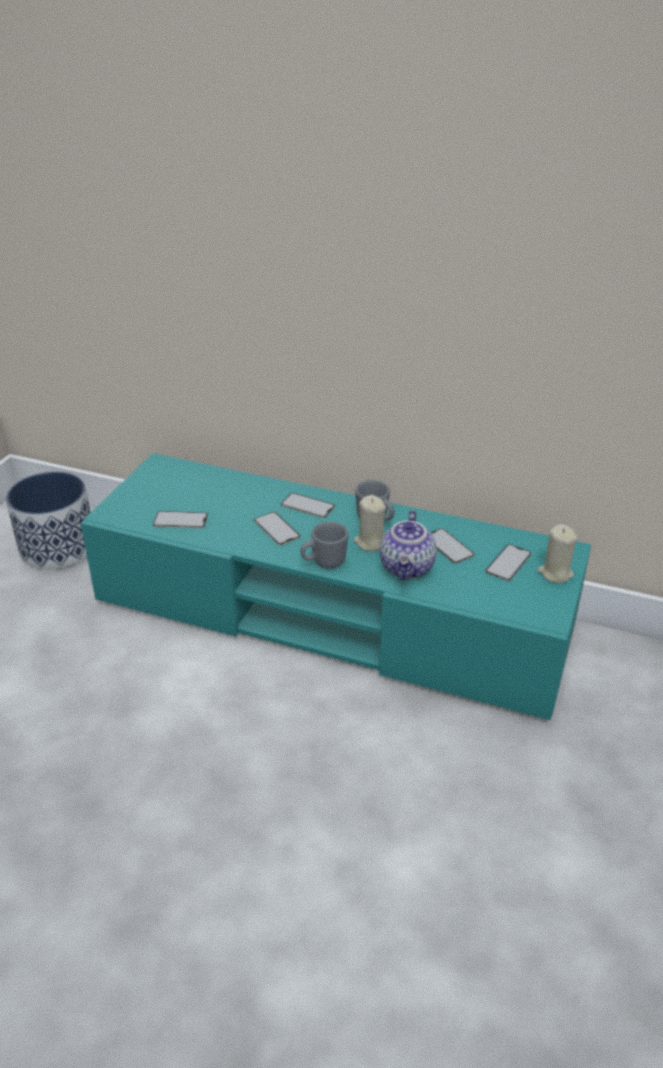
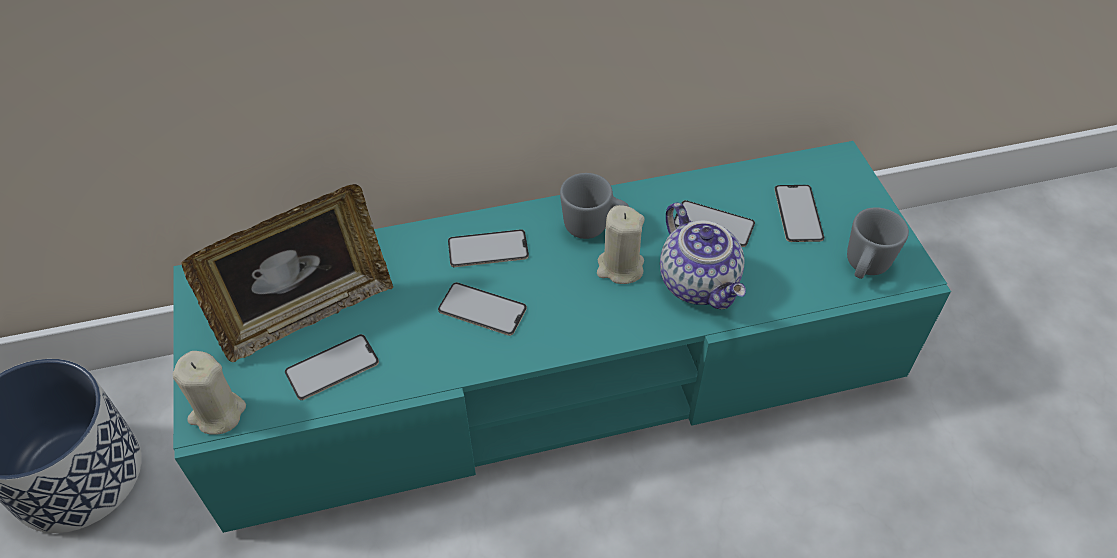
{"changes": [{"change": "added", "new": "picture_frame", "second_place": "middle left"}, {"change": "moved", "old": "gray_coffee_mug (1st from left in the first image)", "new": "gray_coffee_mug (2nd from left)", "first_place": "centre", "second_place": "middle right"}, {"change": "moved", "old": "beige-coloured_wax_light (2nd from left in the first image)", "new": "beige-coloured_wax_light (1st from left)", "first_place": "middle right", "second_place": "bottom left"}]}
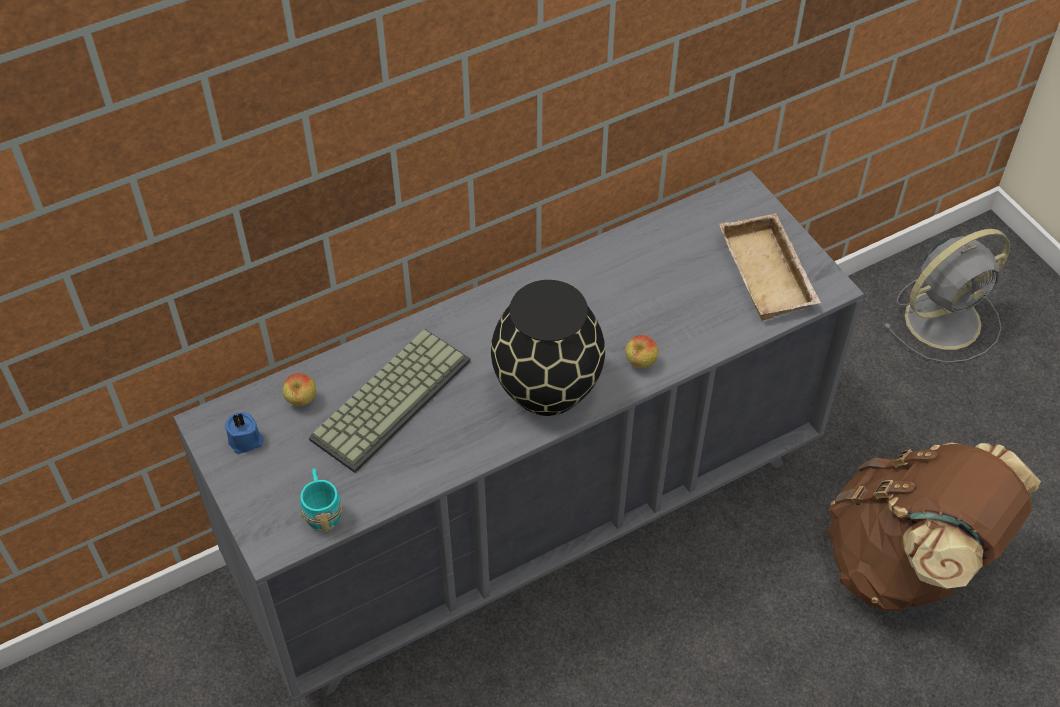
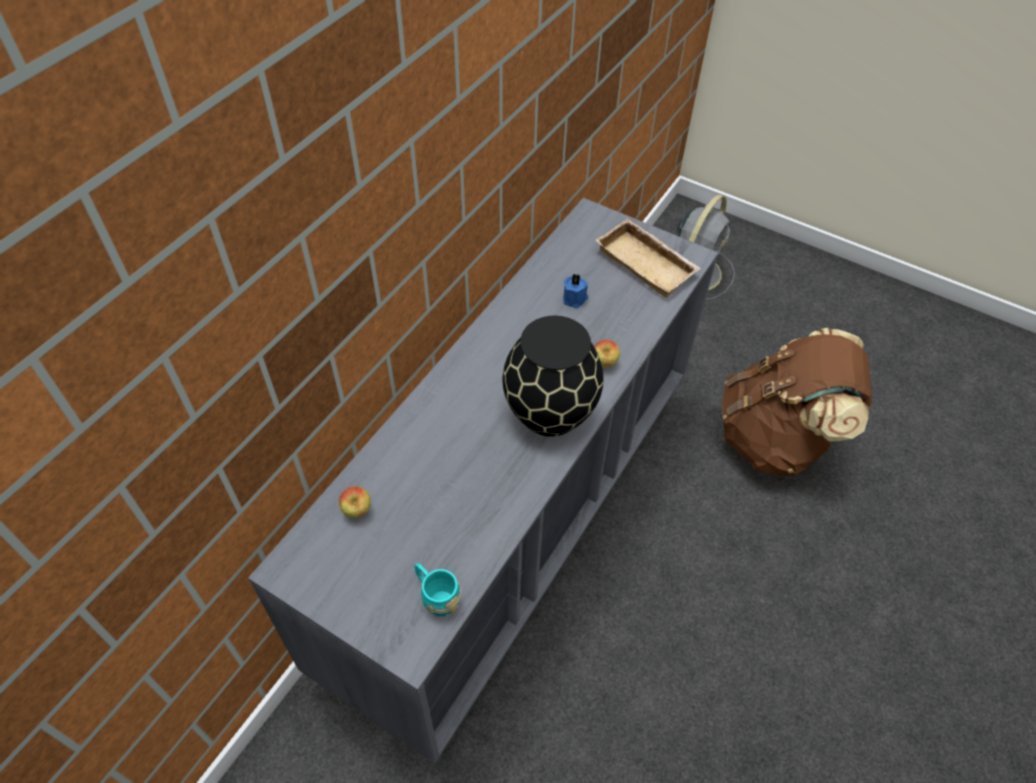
{"changes": [{"change": "removed", "old": "computer_keyboard", "first_place": "centre"}, {"change": "moved", "old": "blue_wax_light", "first_place": "middle left", "second_place": "centre"}]}
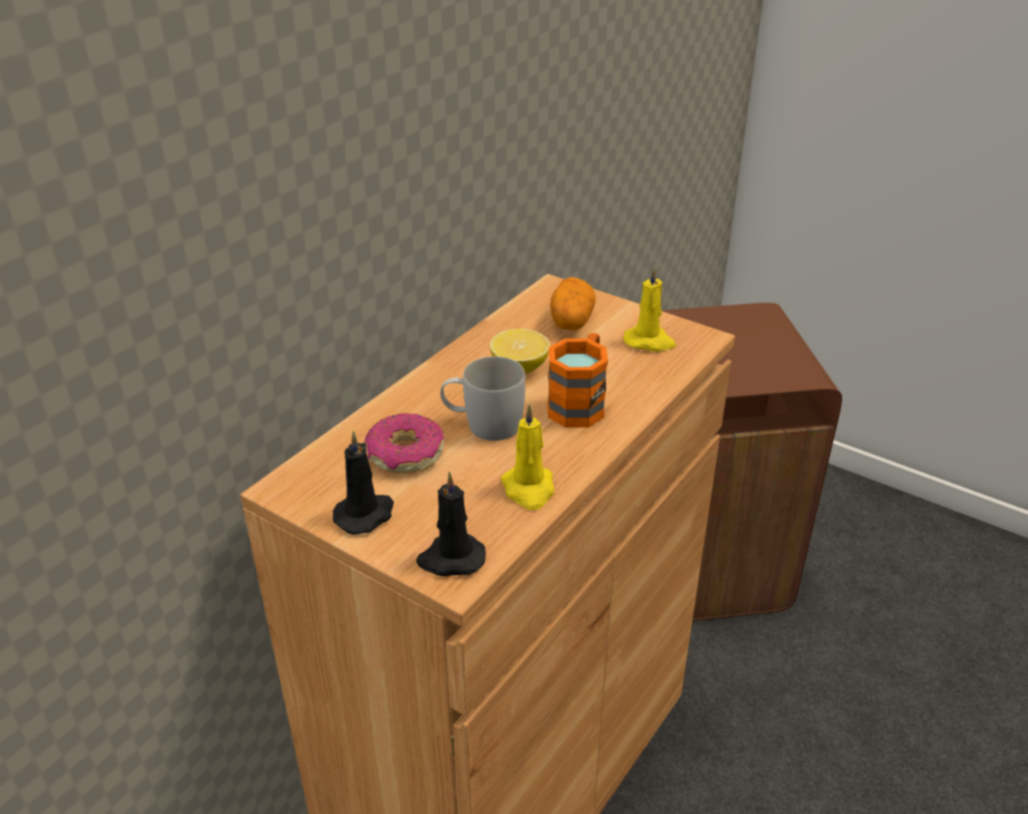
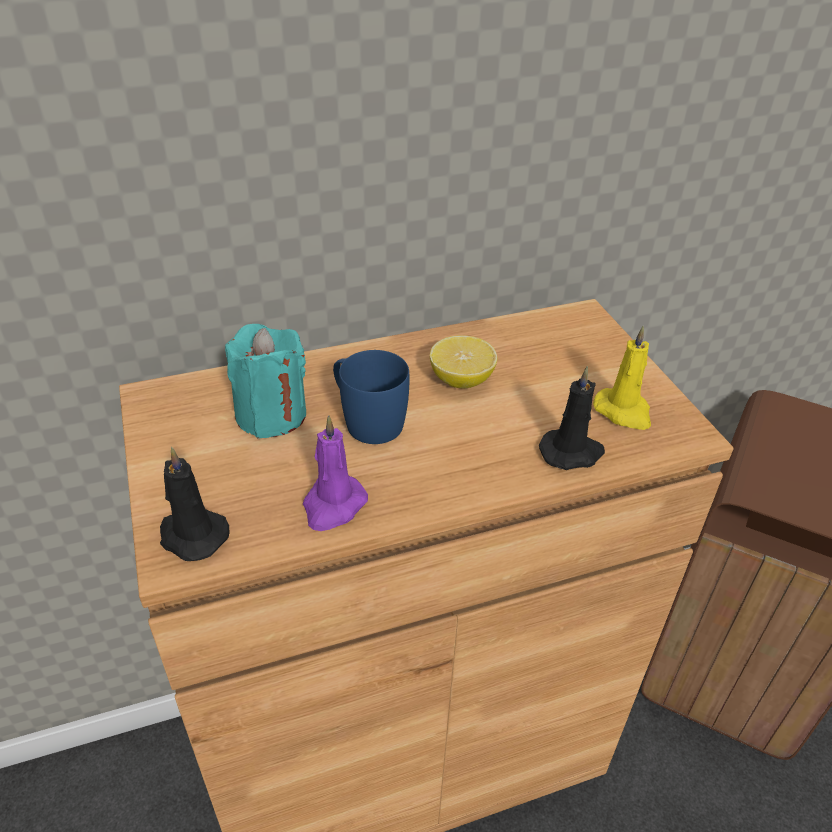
{"changes": [{"change": "removed", "old": "orange-coloured_coffee_mug", "first_place": "centre"}, {"change": "removed", "old": "whole_potato", "first_place": "centre"}, {"change": "moved", "old": "black_wax_light (1st from left in the first image)", "new": "black_wax_light (2nd from left)", "first_place": "centre", "second_place": "middle right"}, {"change": "replaced", "old": "ring_doughnut", "new": "turquoise_wax_light", "first_place": "centre", "second_place": "middle left"}, {"change": "recoloured", "old": "white_coffee_mug", "new": "blue_coffee_mug", "first_place": "centre", "second_place": "centre"}, {"change": "recoloured", "old": "yellowish_wax_light (1st from left)", "new": "purplish_wax_light", "first_place": "centre", "second_place": "centre"}]}
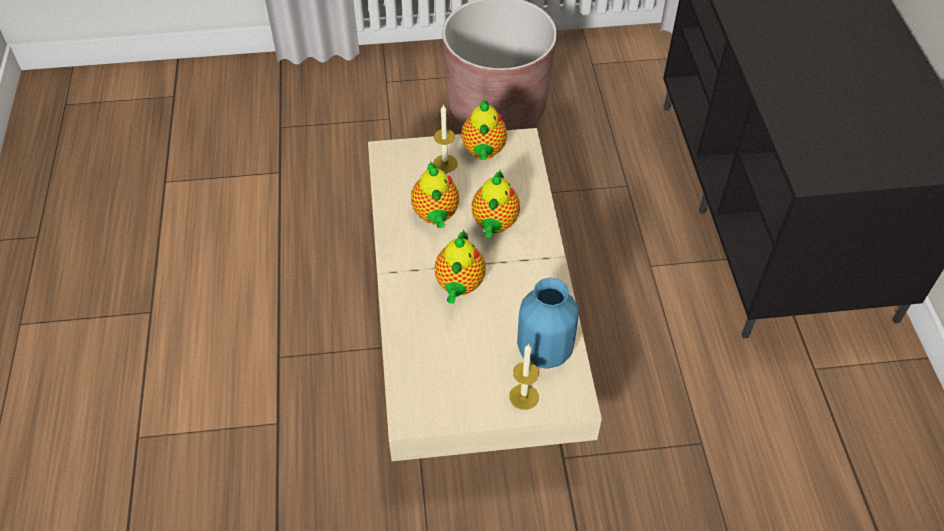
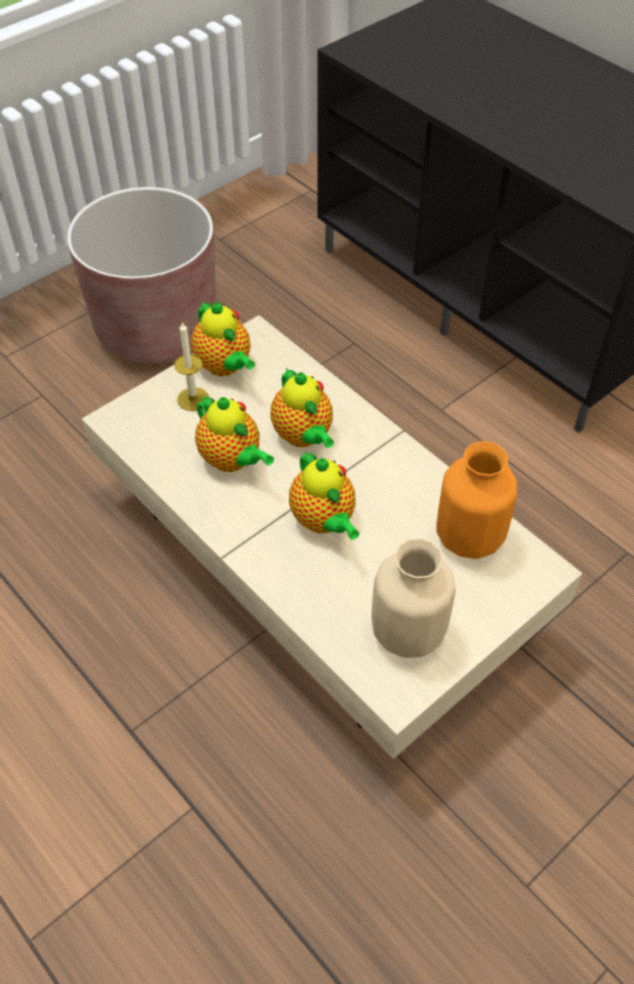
{"changes": [{"change": "removed", "old": "wax_light (2nd from left)", "first_place": "bottom centre"}, {"change": "added", "new": "beige-coloured_vase", "second_place": "centre"}, {"change": "recoloured", "old": "blue_vase", "new": "orange-coloured_vase", "first_place": "centre", "second_place": "middle right"}]}
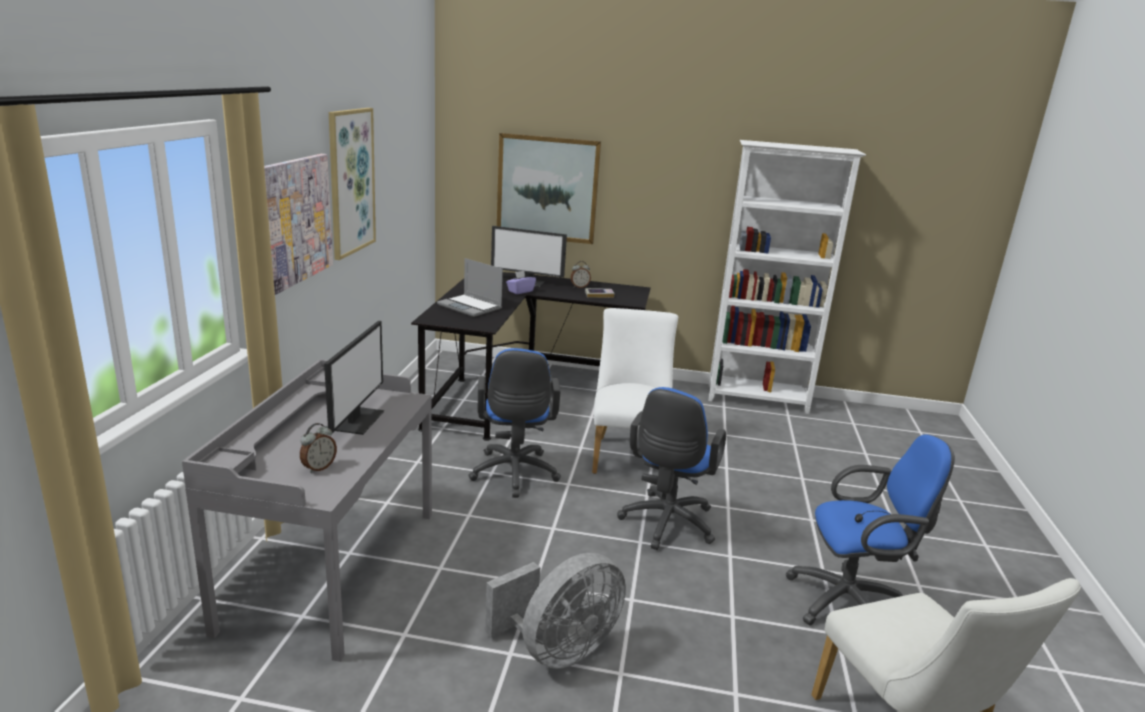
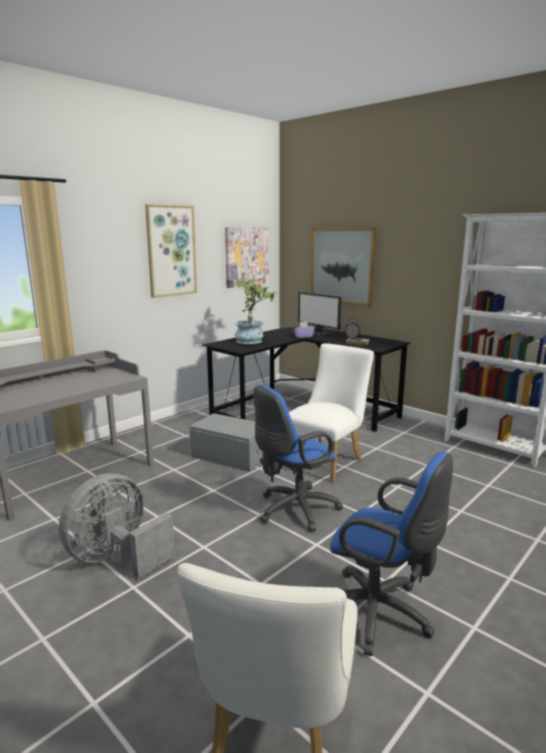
{"changes": [{"change": "removed", "old": "alarm_clock (1st from left)", "first_place": "middle left"}, {"change": "removed", "old": "monitor (1st from left)", "first_place": "middle left"}, {"change": "moved", "old": "wall_art (1st from left in the first image)", "new": "wall_art (2nd from left)", "first_place": "top left", "second_place": "centre"}, {"change": "replaced", "old": "laptop", "new": "houseplant", "first_place": "centre", "second_place": "centre"}, {"change": "replaced", "old": "blue_desk_chair (1st from left)", "new": "gray_storage_bin", "first_place": "centre", "second_place": "centre"}, {"change": "turned", "old": "gray_electric_fan", "first_place": "bottom centre", "second_place": "bottom left", "degrees": 135}]}
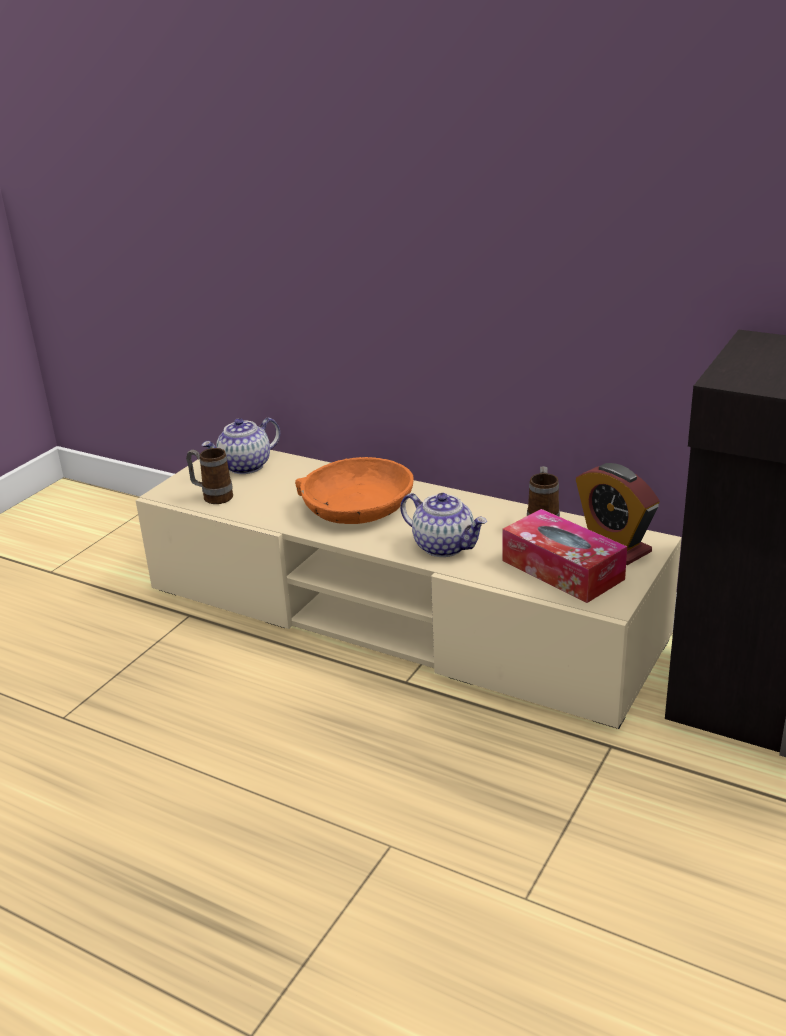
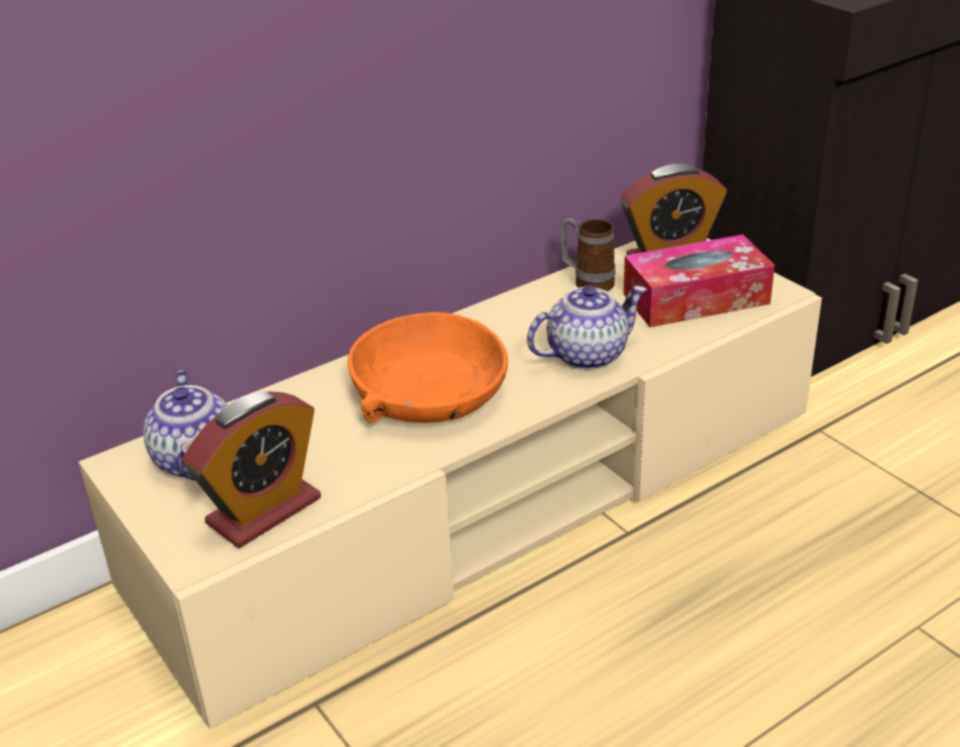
{"changes": [{"change": "replaced", "old": "coffee_mug (1st from left)", "new": "alarm_clock (1st from left)", "first_place": "middle left", "second_place": "middle left"}]}
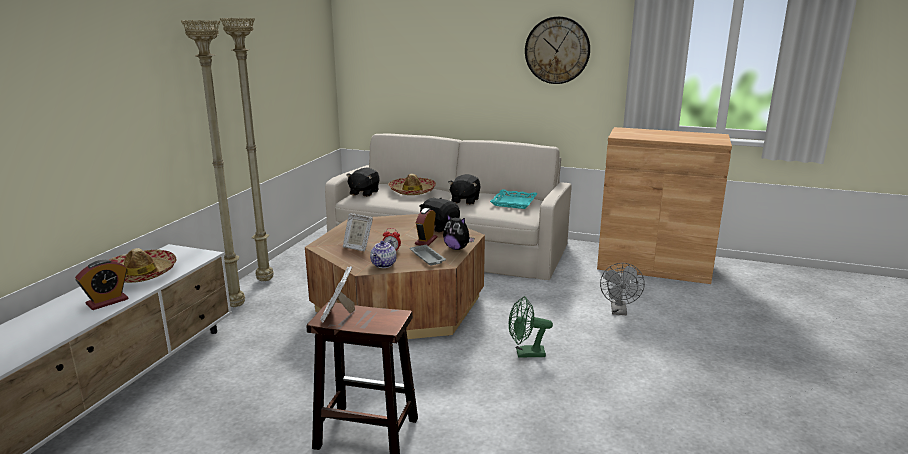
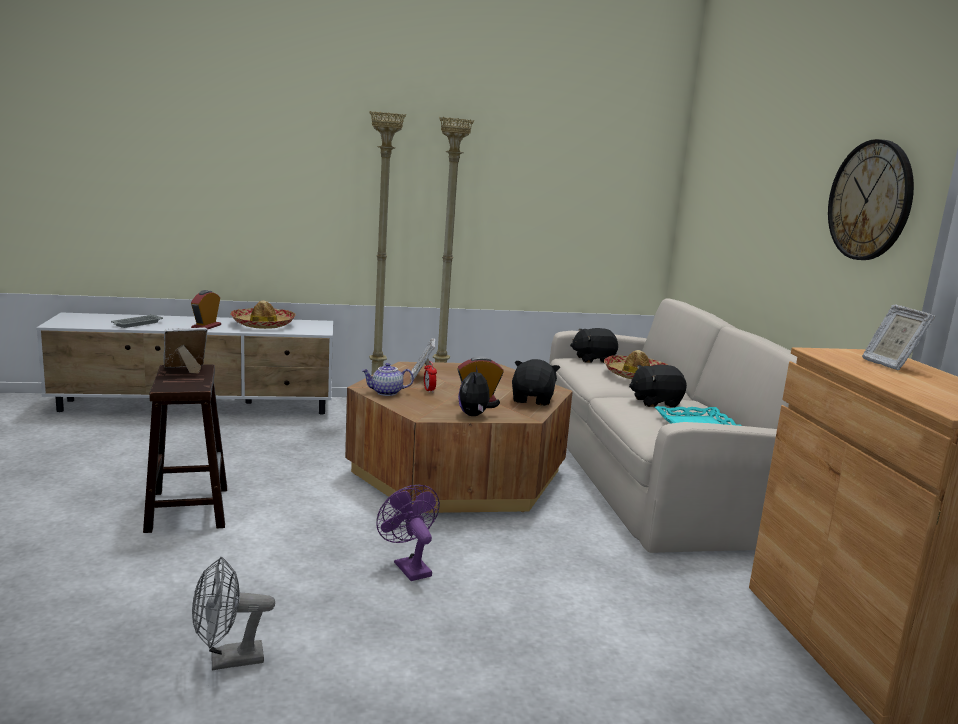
{"changes": [{"change": "added", "new": "picture_frame (3rd from left)", "second_place": "middle right"}, {"change": "moved", "old": "gray_serving_tray", "first_place": "centre", "second_place": "middle left"}, {"change": "moved", "old": "gray_electric_fan", "first_place": "middle right", "second_place": "bottom left"}, {"change": "recoloured", "old": "greenish_electric_fan", "new": "purplish_electric_fan", "first_place": "bottom centre", "second_place": "bottom centre"}, {"change": "turned", "old": "alarm_clock (1st from left)", "first_place": "middle left", "second_place": "middle left", "degrees": 90}]}
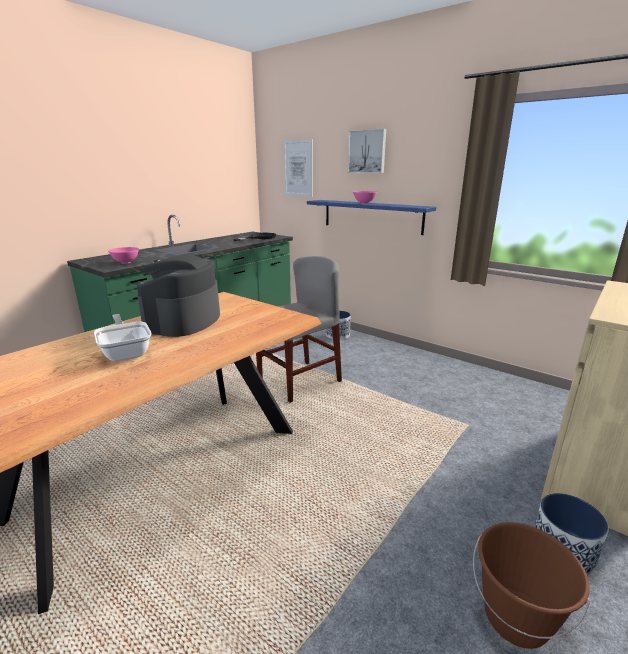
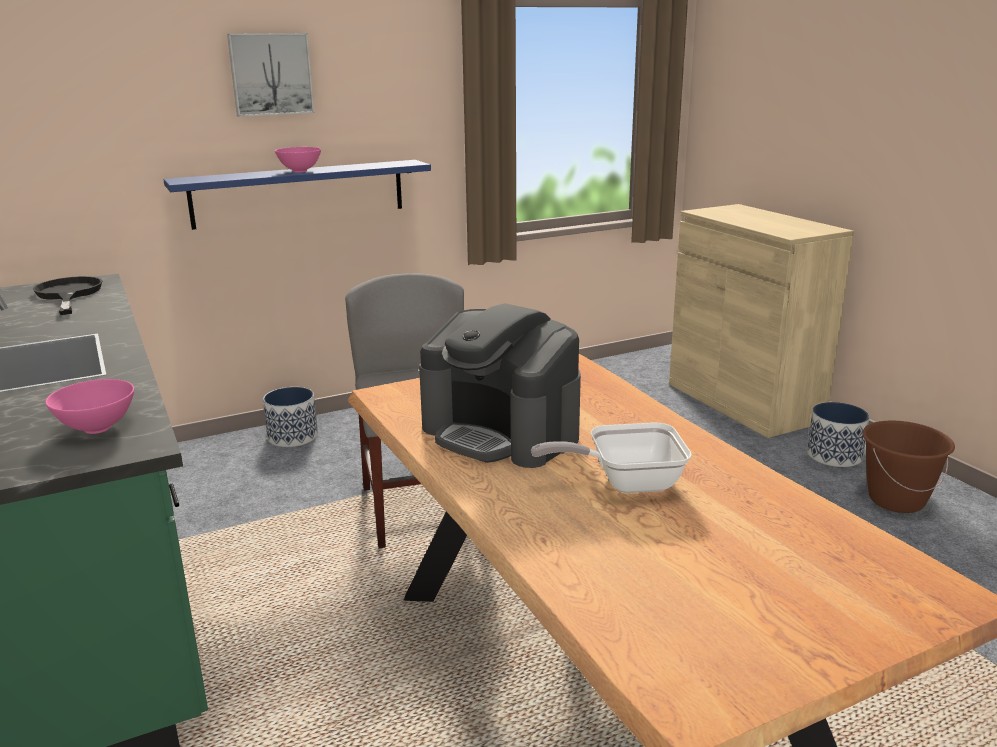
{"changes": [{"change": "removed", "old": "wall_art (1st from left)", "first_place": "top centre"}]}
